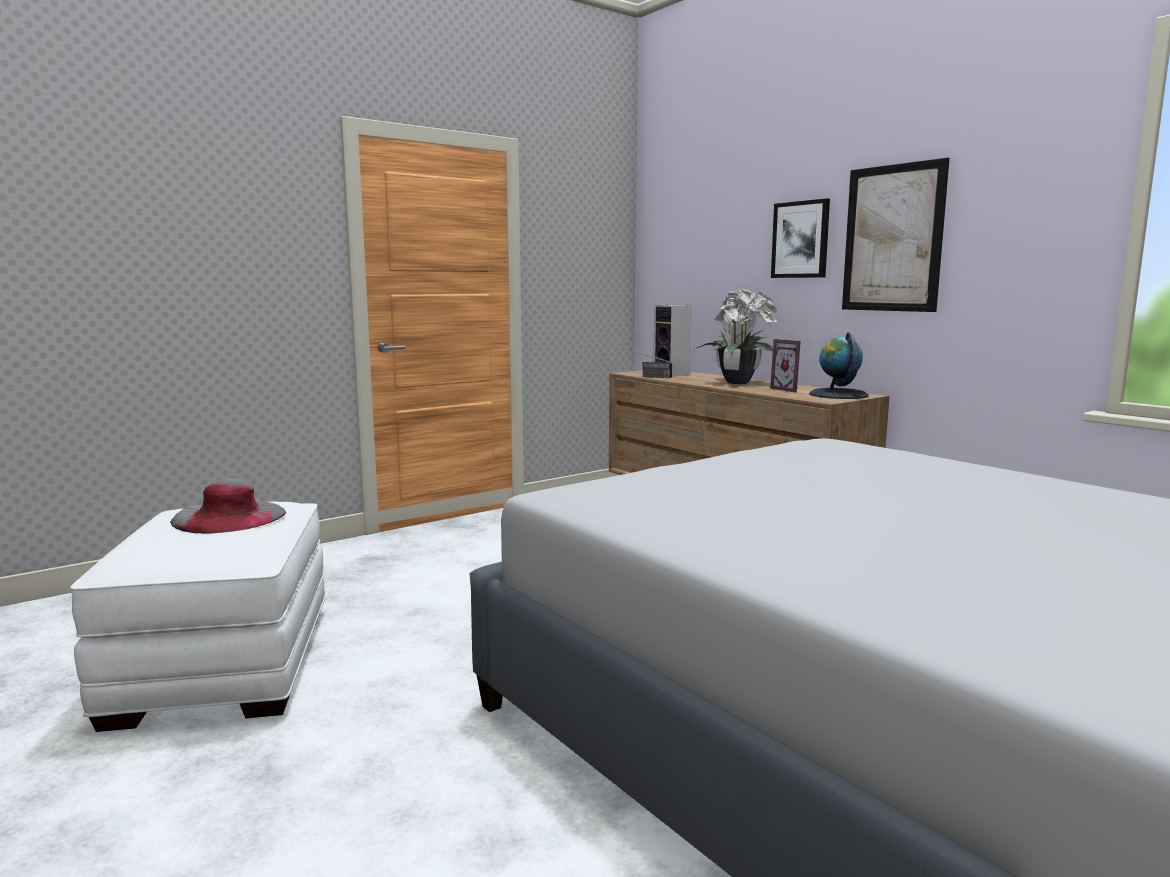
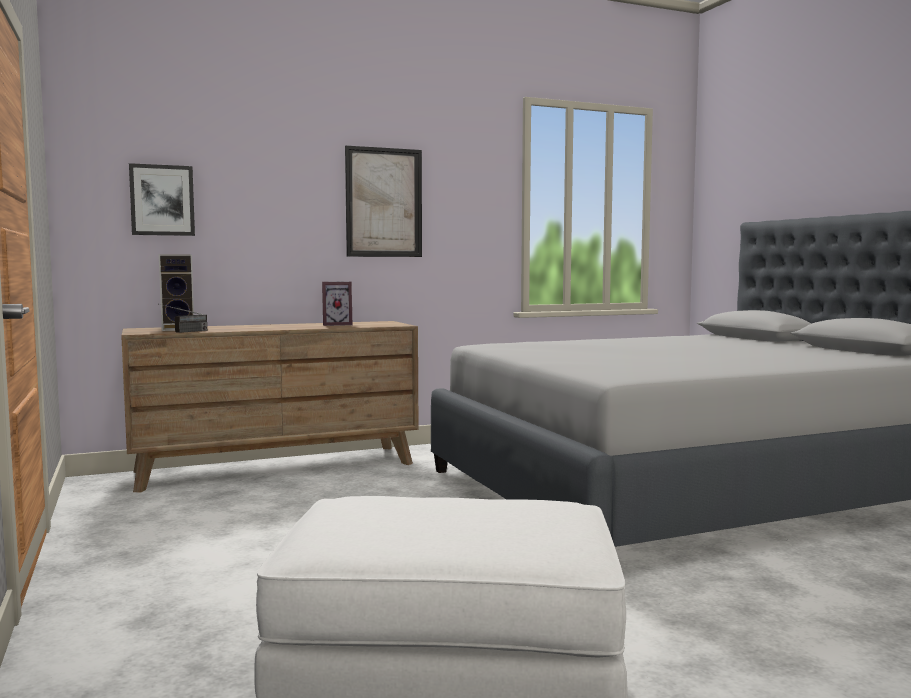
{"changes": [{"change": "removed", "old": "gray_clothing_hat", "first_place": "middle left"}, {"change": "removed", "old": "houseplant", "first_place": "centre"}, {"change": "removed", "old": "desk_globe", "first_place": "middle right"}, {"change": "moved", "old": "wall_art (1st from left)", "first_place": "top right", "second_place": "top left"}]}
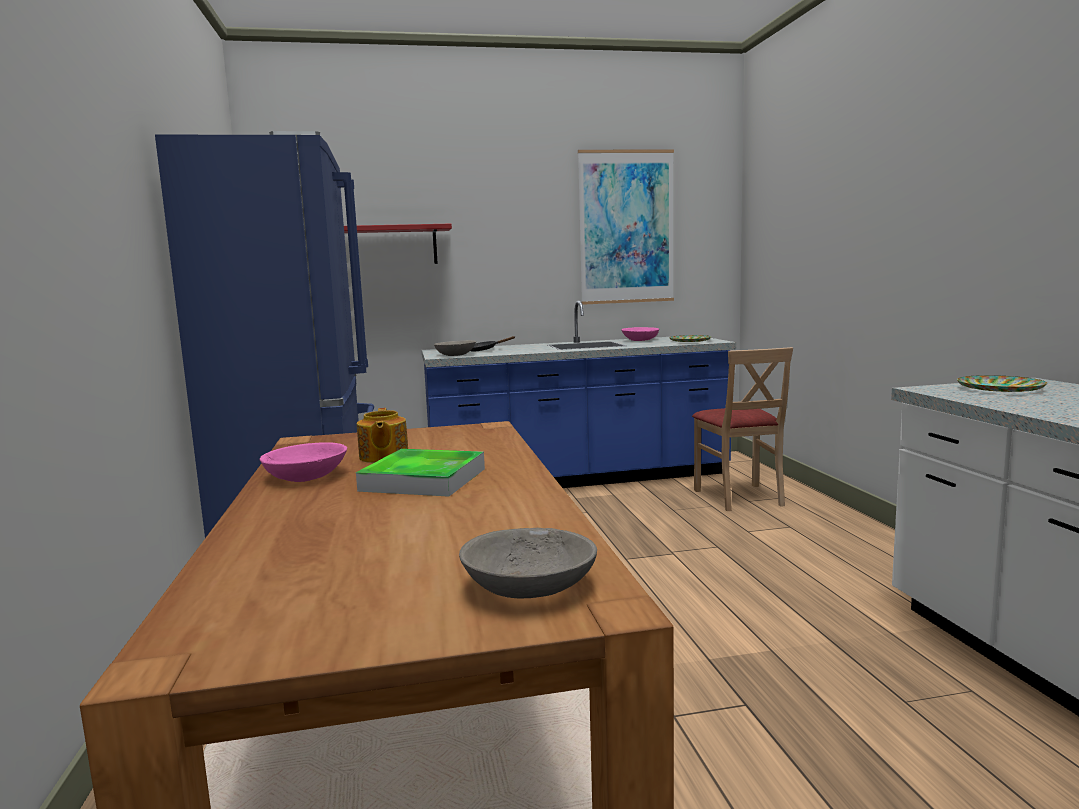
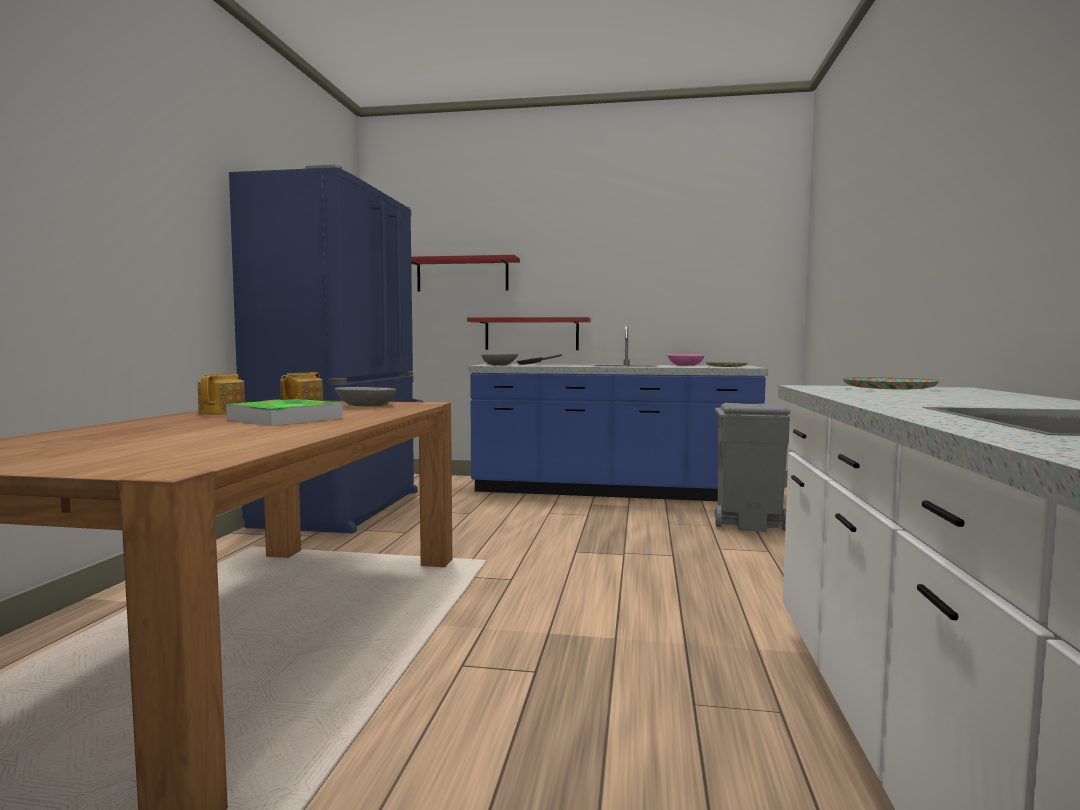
{"changes": [{"change": "removed", "old": "wall_art", "first_place": "top centre"}, {"change": "added", "new": "red-coloured_wall_shelf (2nd from left)", "second_place": "centre"}, {"change": "moved", "old": "gray_serving_bowl (2nd from left in the first image)", "new": "gray_serving_bowl (1st from left)", "first_place": "bottom centre", "second_place": "centre"}, {"change": "replaced", "old": "pink-coloured_serving_bowl (1st from left)", "new": "pot_for_tea (1st from left)", "first_place": "middle left", "second_place": "middle left"}, {"change": "replaced", "old": "beige-coloured_chair", "new": "gray_trash_can", "first_place": "middle right", "second_place": "middle right"}]}
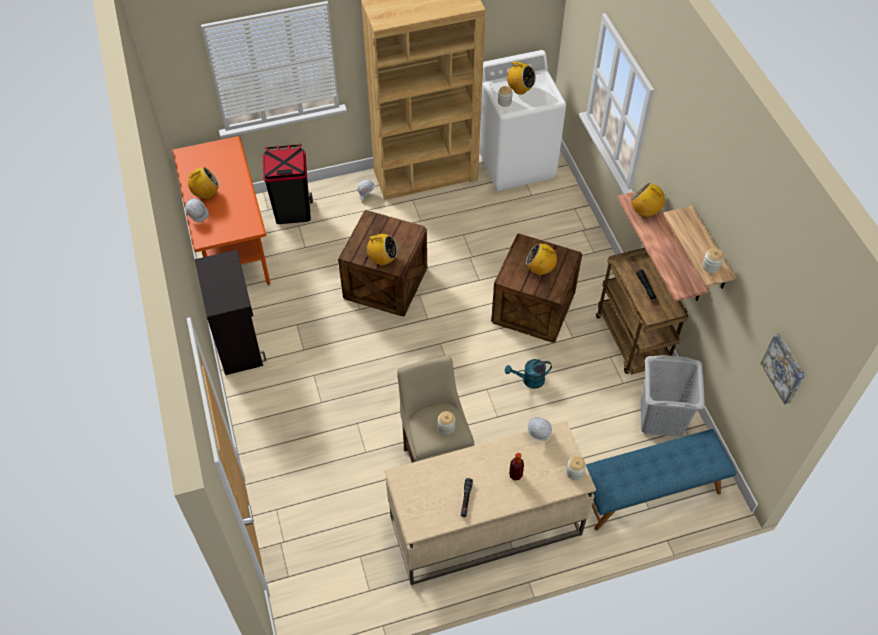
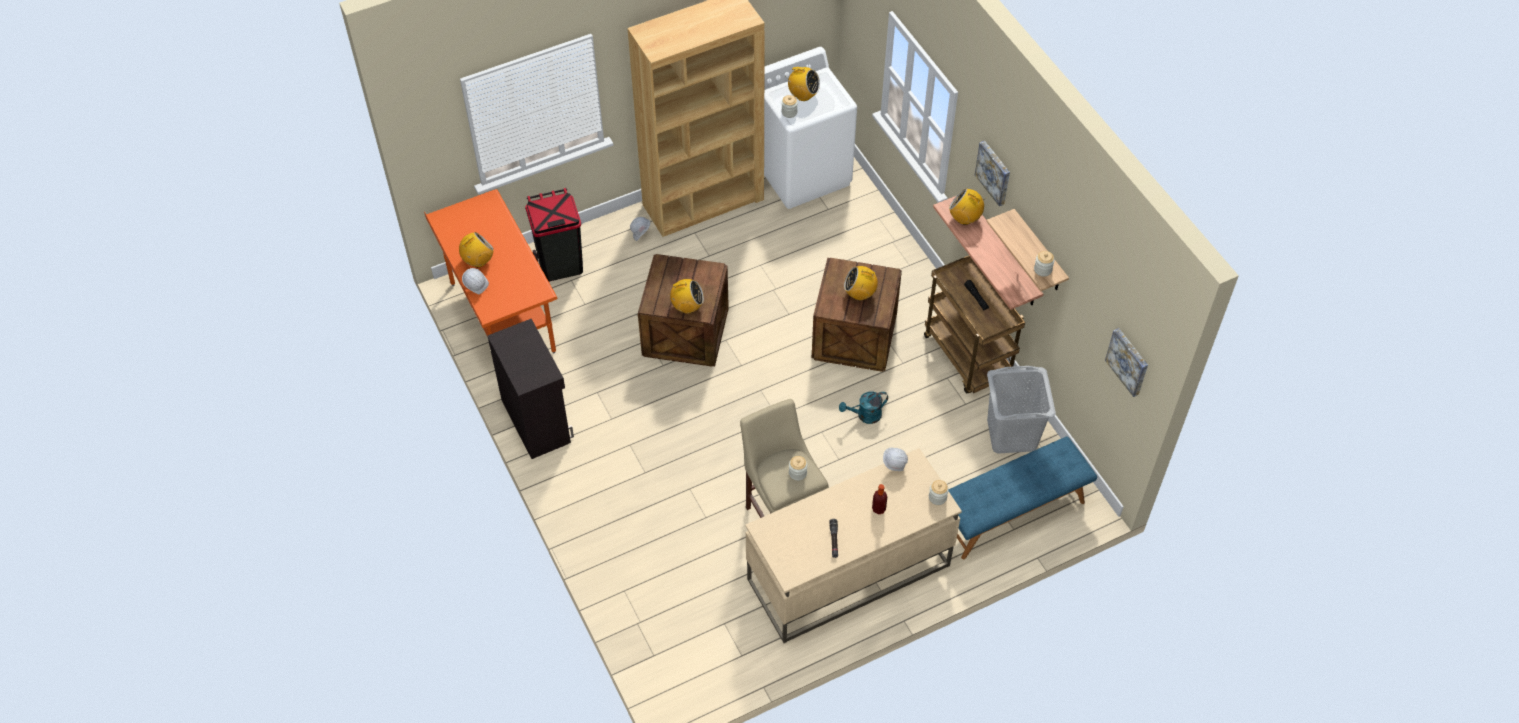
{"changes": [{"change": "added", "new": "wall_art (1st from left)", "second_place": "top centre"}]}
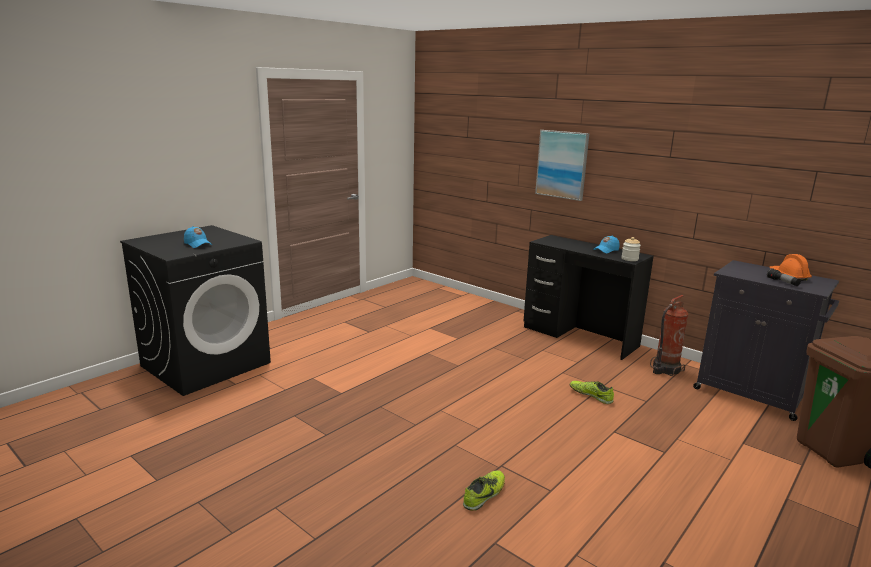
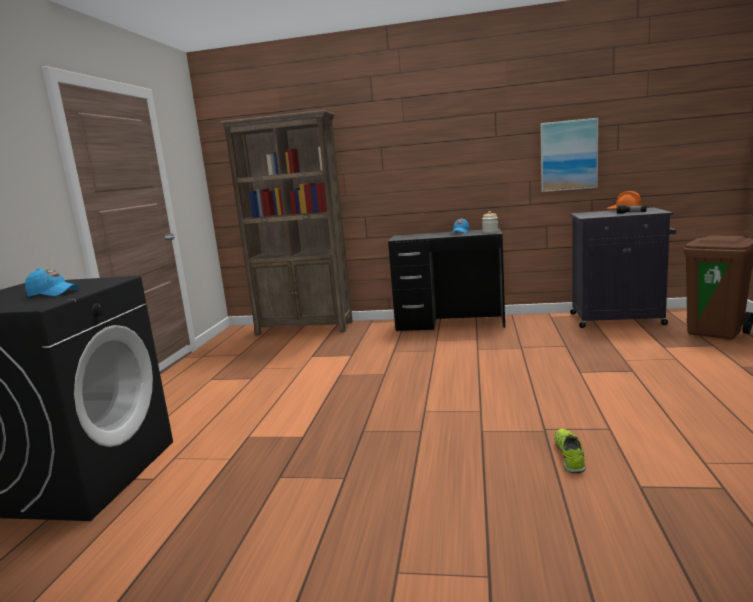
{"changes": [{"change": "removed", "old": "item_of_footwear (2nd from left)", "first_place": "bottom right"}, {"change": "removed", "old": "fire_extinguisher", "first_place": "middle right"}, {"change": "added", "new": "brown-coloured_bookshelf", "second_place": "centre"}, {"change": "moved", "old": "wall_art", "first_place": "top centre", "second_place": "top right"}]}
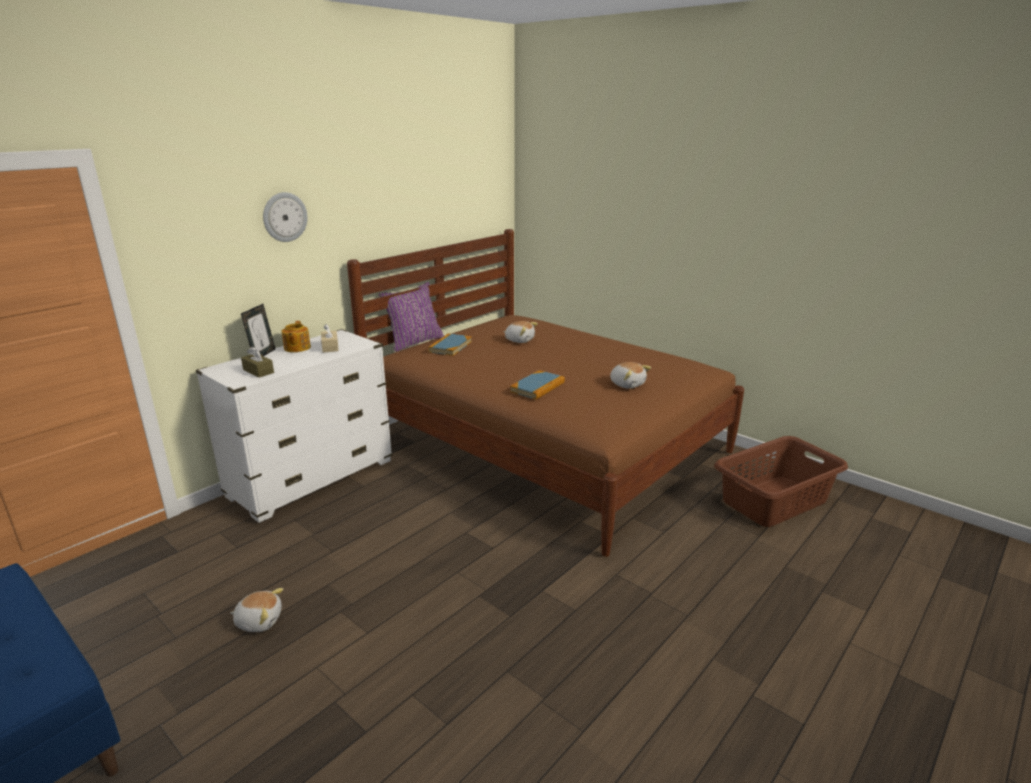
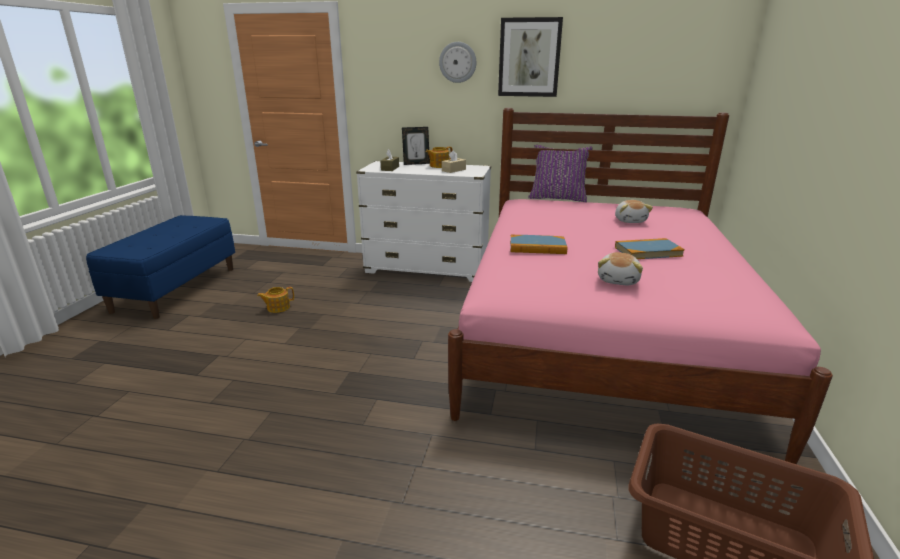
{"changes": [{"change": "added", "new": "wall_art", "second_place": "top centre"}, {"change": "moved", "old": "book (1st from left in the first image)", "new": "book (2nd from left)", "first_place": "centre", "second_place": "middle right"}, {"change": "replaced", "old": "plush_toy (1st from left)", "new": "pot_for_tea (1st from left)", "first_place": "bottom left", "second_place": "middle left"}, {"change": "recoloured", "old": "brown-coloured_bedroom_bed", "new": "pink-coloured_bedroom_bed", "first_place": "centre", "second_place": "middle right"}]}
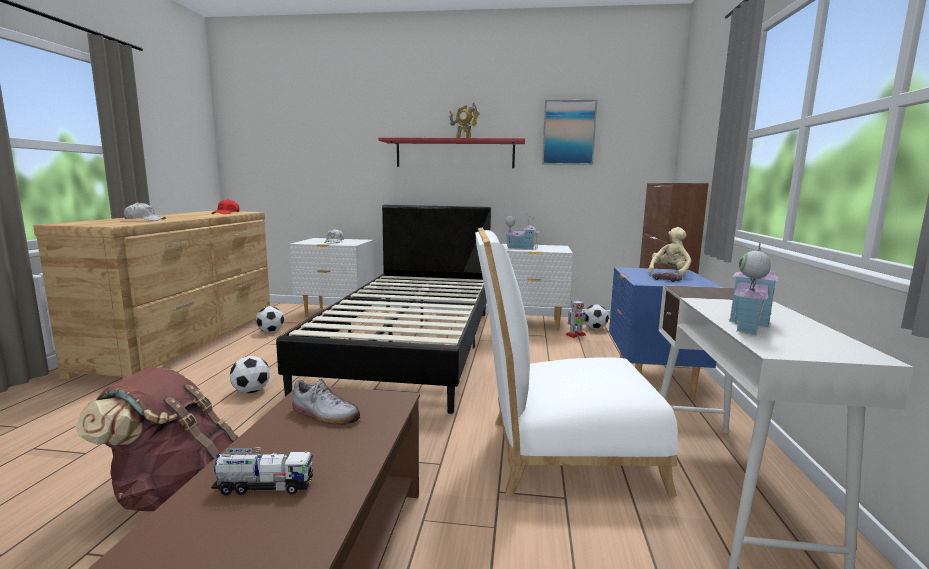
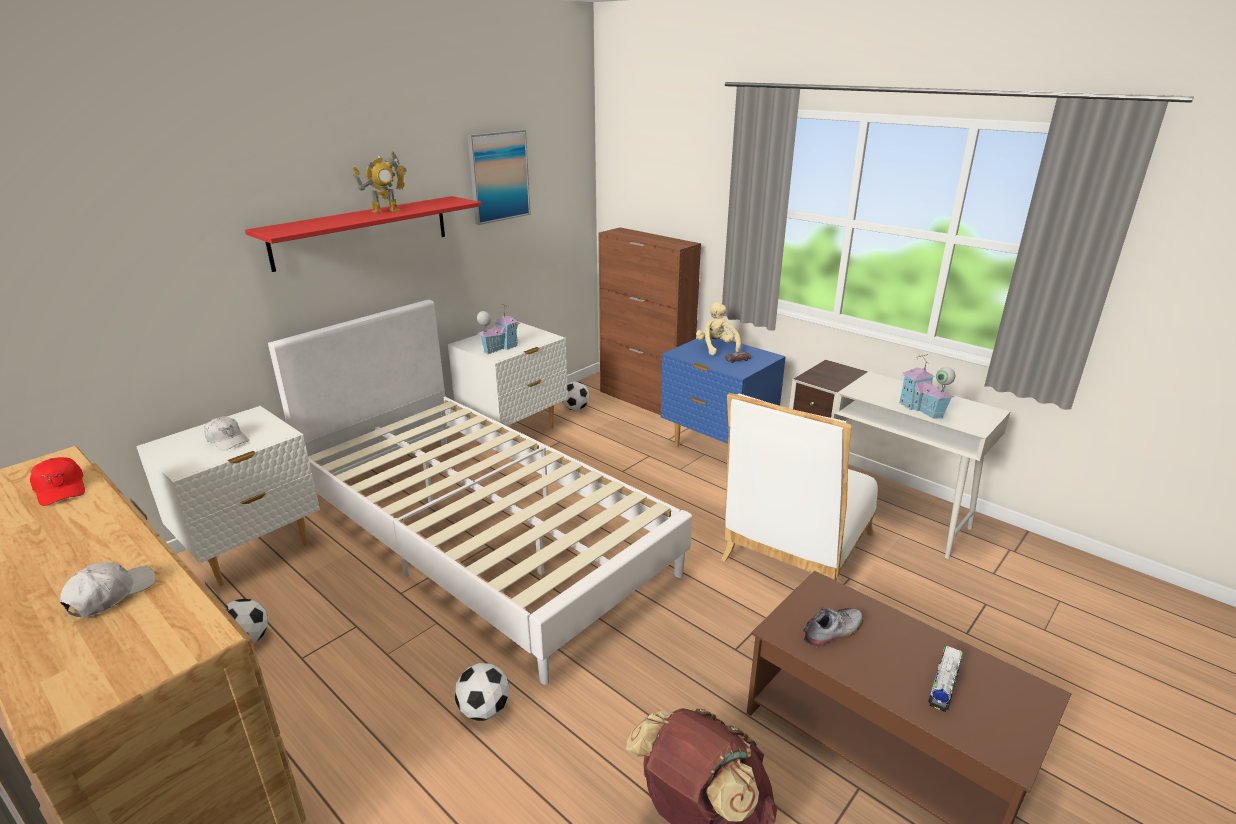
{"changes": [{"change": "removed", "old": "robot_figure (2nd from left)", "first_place": "centre"}, {"change": "recoloured", "old": "black_bedroom_bed", "new": "white_bedroom_bed", "first_place": "centre", "second_place": "centre"}]}
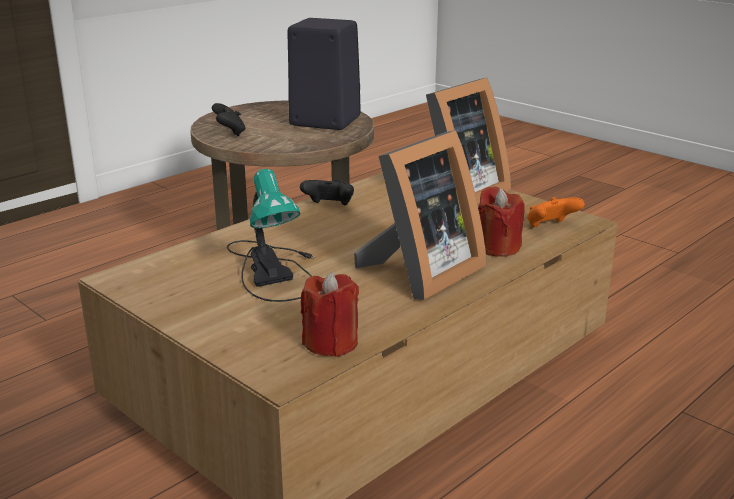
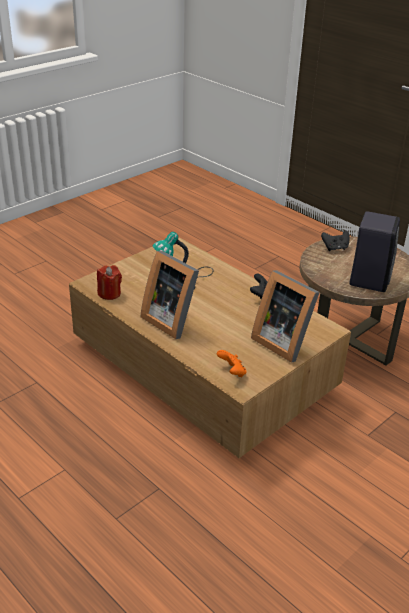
{"changes": [{"change": "removed", "old": "red-coloured_wax_light (2nd from left)", "first_place": "middle right"}]}
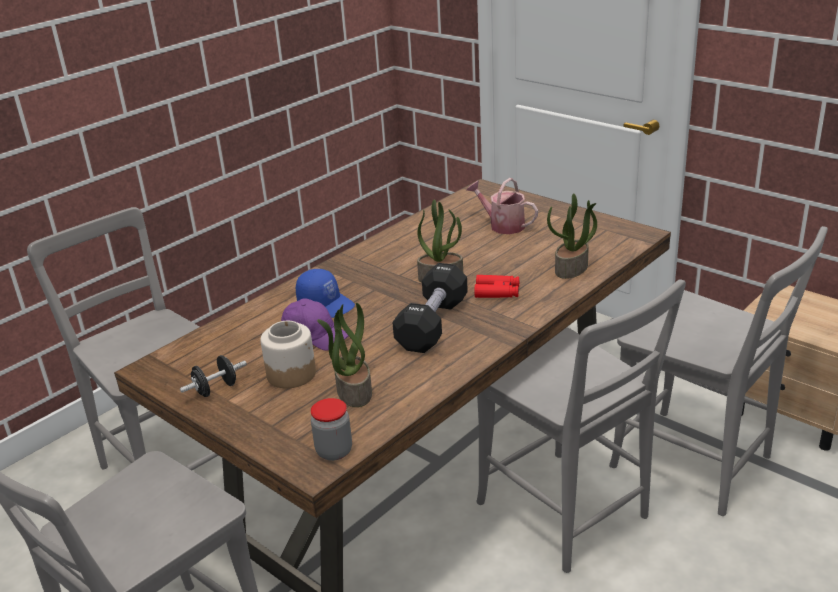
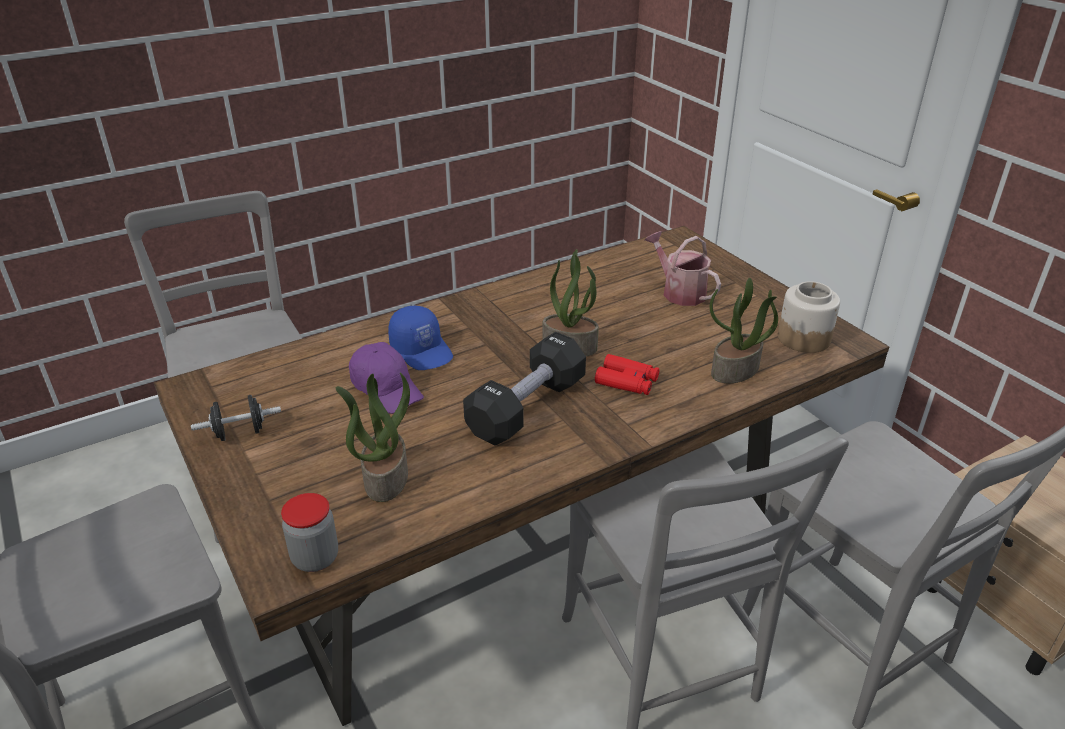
{"changes": [{"change": "moved", "old": "storage_jar (1st from left in the first image)", "new": "storage_jar (2nd from left)", "first_place": "centre", "second_place": "middle right"}]}
